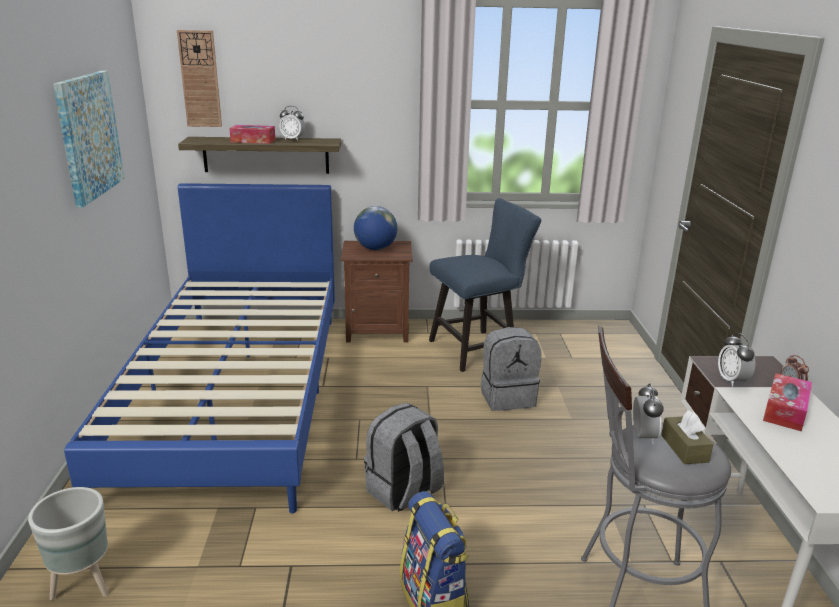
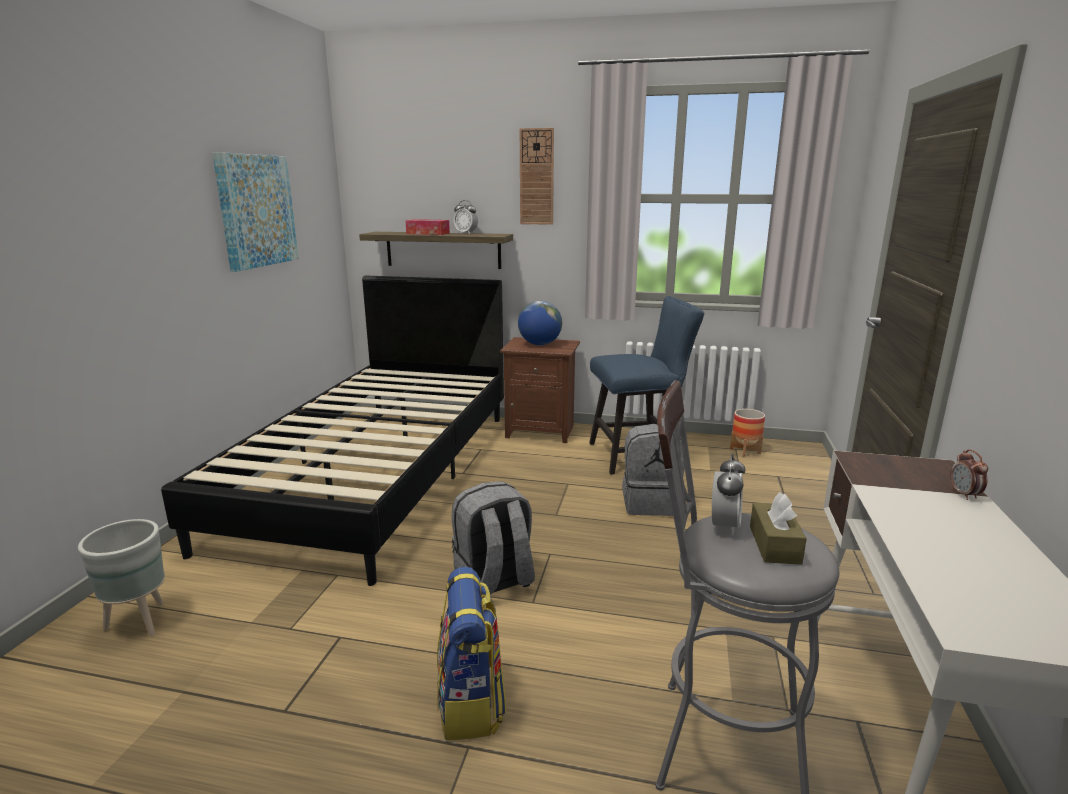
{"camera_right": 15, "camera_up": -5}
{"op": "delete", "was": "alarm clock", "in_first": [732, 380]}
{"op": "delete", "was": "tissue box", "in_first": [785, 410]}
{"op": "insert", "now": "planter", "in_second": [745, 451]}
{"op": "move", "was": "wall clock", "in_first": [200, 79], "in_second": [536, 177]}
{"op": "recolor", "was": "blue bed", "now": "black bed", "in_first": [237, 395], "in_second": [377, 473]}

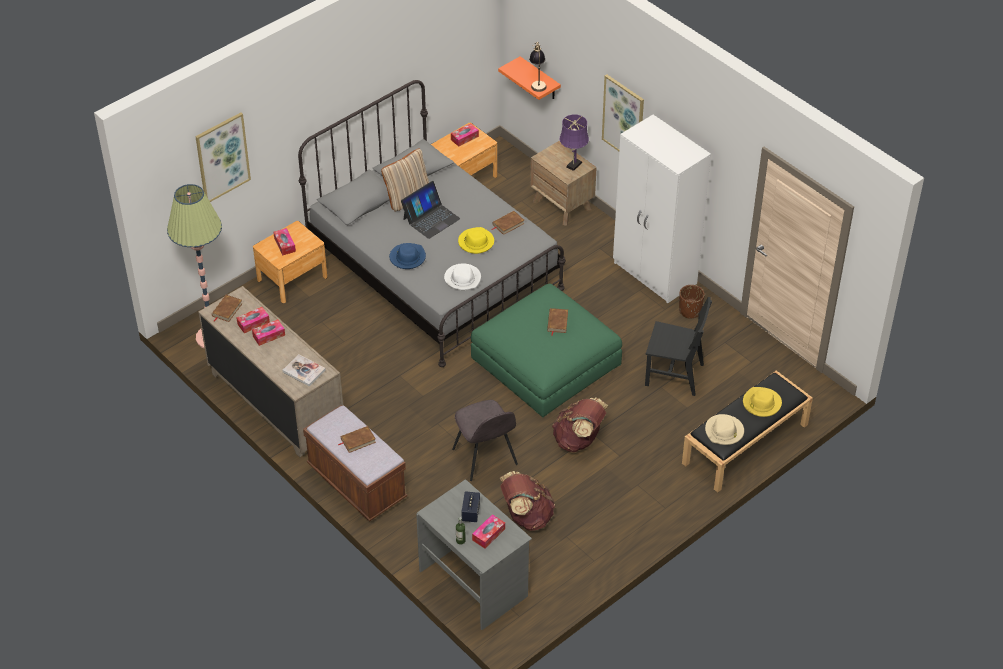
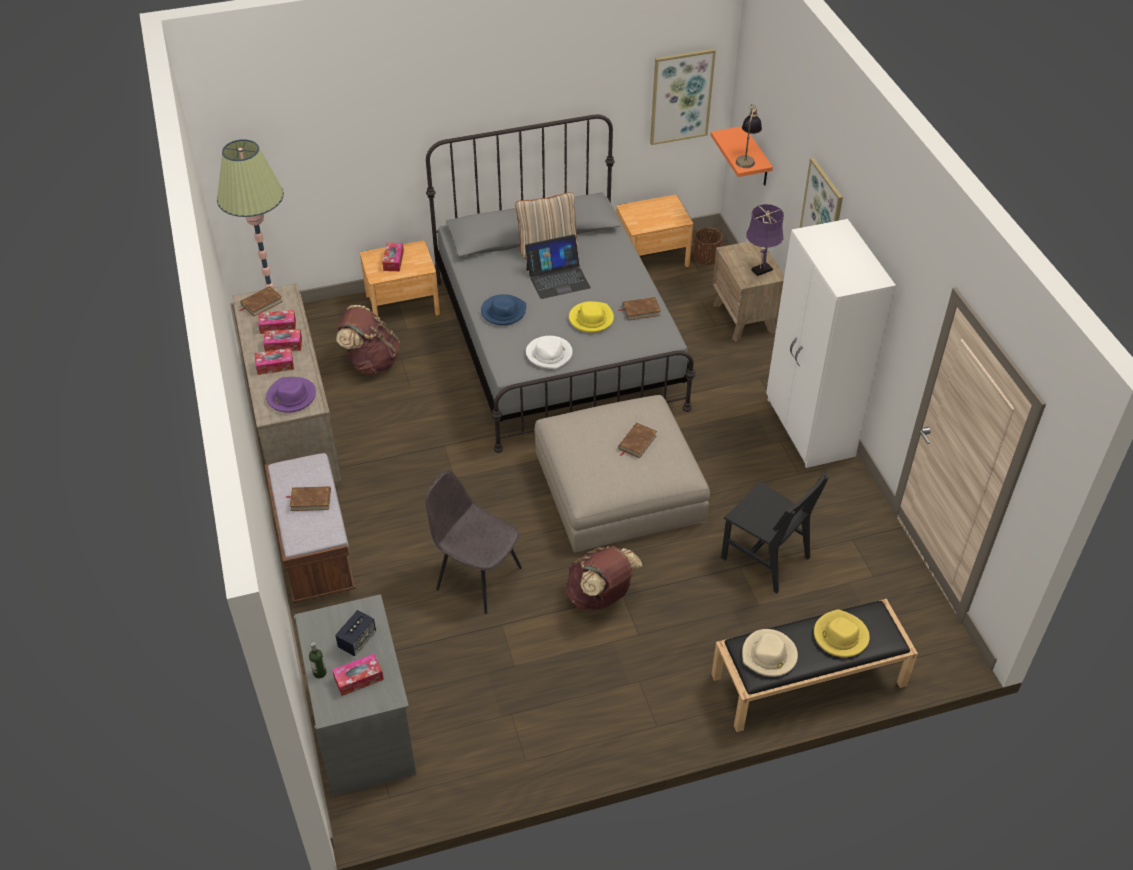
{"camera_right": 25, "camera_up": 0}
{"op": "move", "was": "picture", "in_first": [222, 157], "in_second": [681, 96]}
{"op": "move", "was": "tissue box", "in_first": [464, 138], "in_second": [275, 365]}
{"op": "move", "was": "brown backpack", "in_first": [526, 516], "in_second": [371, 361]}
{"op": "move", "was": "brown planter", "in_first": [690, 311], "in_second": [706, 258]}
{"op": "replace", "was": "book", "now": "purple hat", "in_first": [304, 371], "in_second": [291, 397]}
{"op": "recolor", "was": "green ottoman", "now": "beige ottoman", "in_first": [545, 361], "in_second": [619, 486]}
{"op": "rotate", "was": "grey chair", "in_first": [485, 458], "in_second": [477, 577], "clockwise": 120}

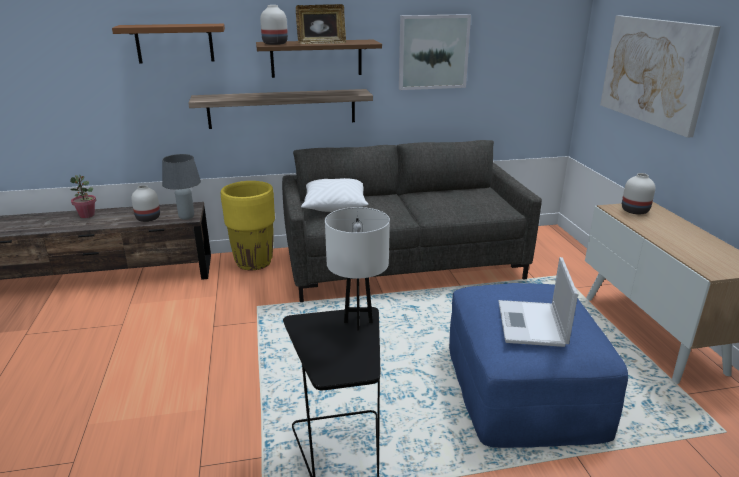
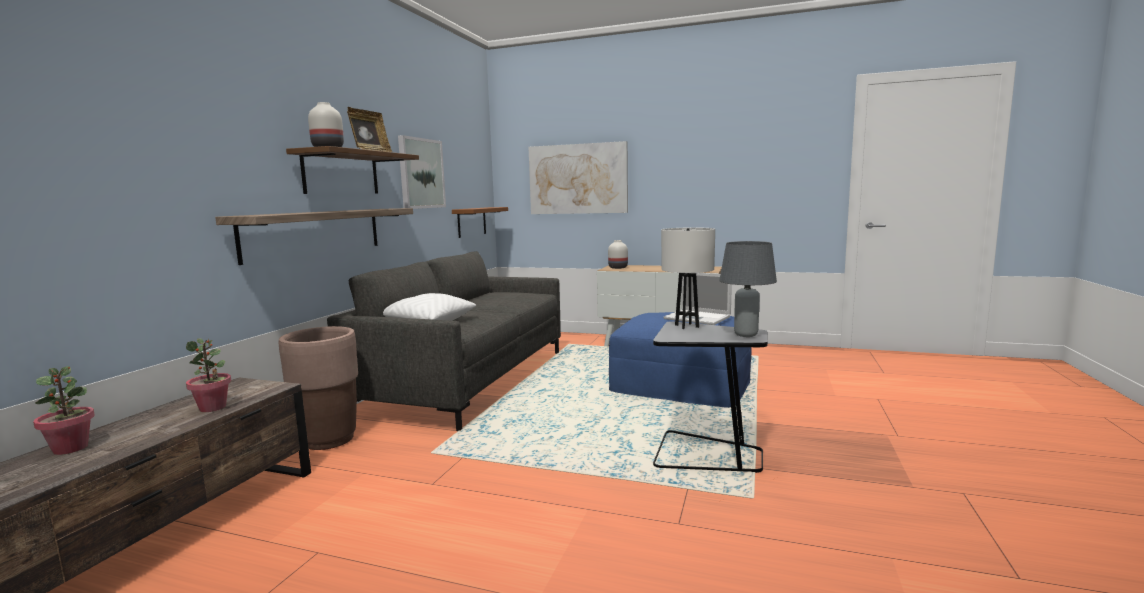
{"camera_right": -60, "camera_up": -15}
{"op": "move", "was": "brown shelf", "in_first": [174, 43], "in_second": [471, 222]}
{"op": "move", "was": "grey table lamp", "in_first": [186, 217], "in_second": [746, 335]}
{"op": "replace", "was": "white vase", "now": "potted plant", "in_first": [149, 218], "in_second": [213, 408]}
{"op": "recolor", "was": "yellow planter", "now": "brown planter", "in_first": [254, 262], "in_second": [328, 440]}

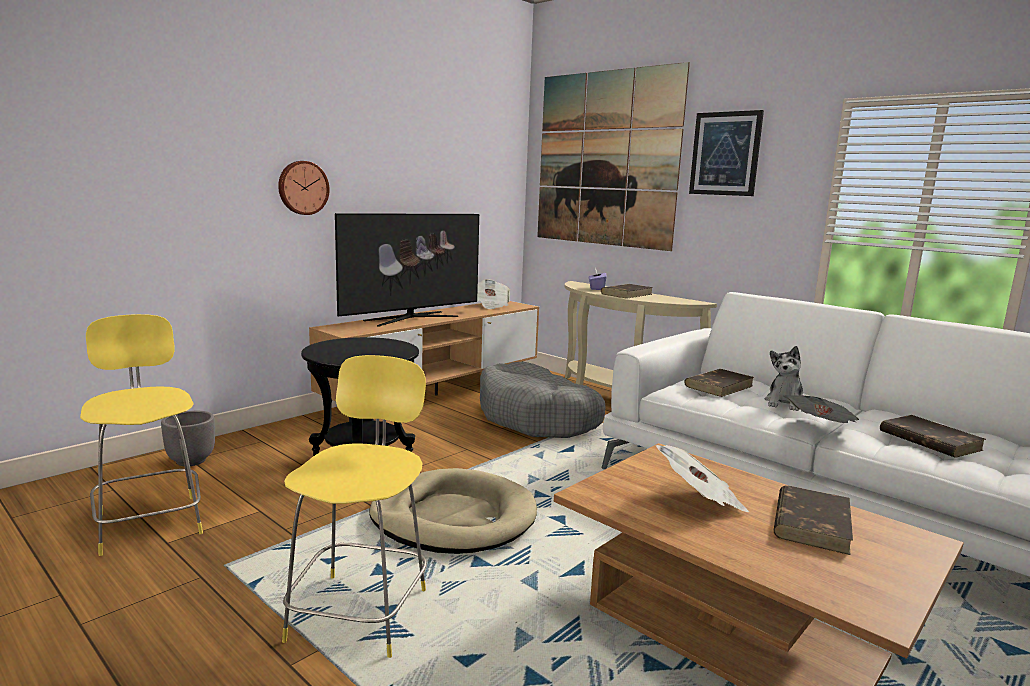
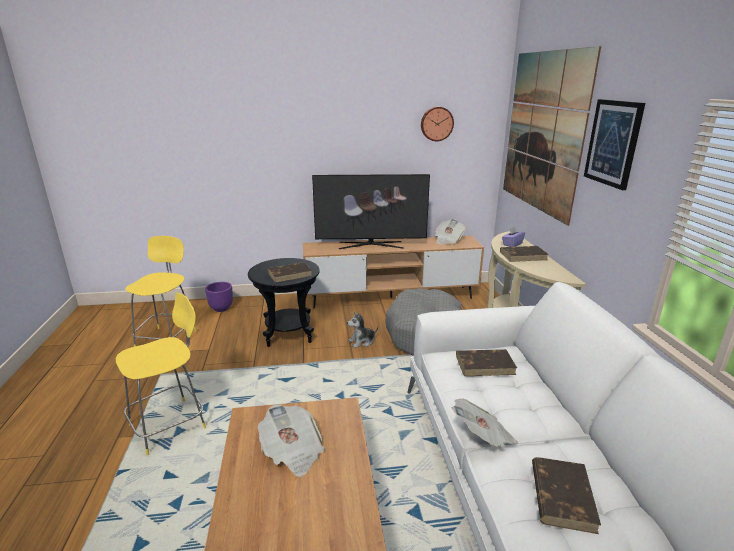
{"camera_right": 40, "camera_up": 10}
{"op": "delete", "was": "beige dog bed", "in_first": [454, 517]}
{"op": "move", "was": "wall clock", "in_first": [302, 188], "in_second": [436, 124]}
{"op": "move", "was": "plush toy", "in_first": [784, 403], "in_second": [362, 342]}
{"op": "move", "was": "brown book", "in_first": [811, 523], "in_second": [290, 274]}
{"op": "recolor", "was": "grey planter", "now": "purple planter", "in_first": [191, 461], "in_second": [221, 308]}

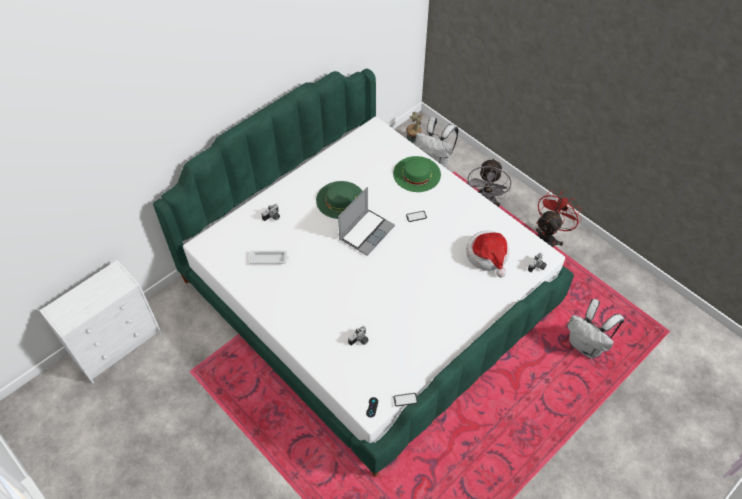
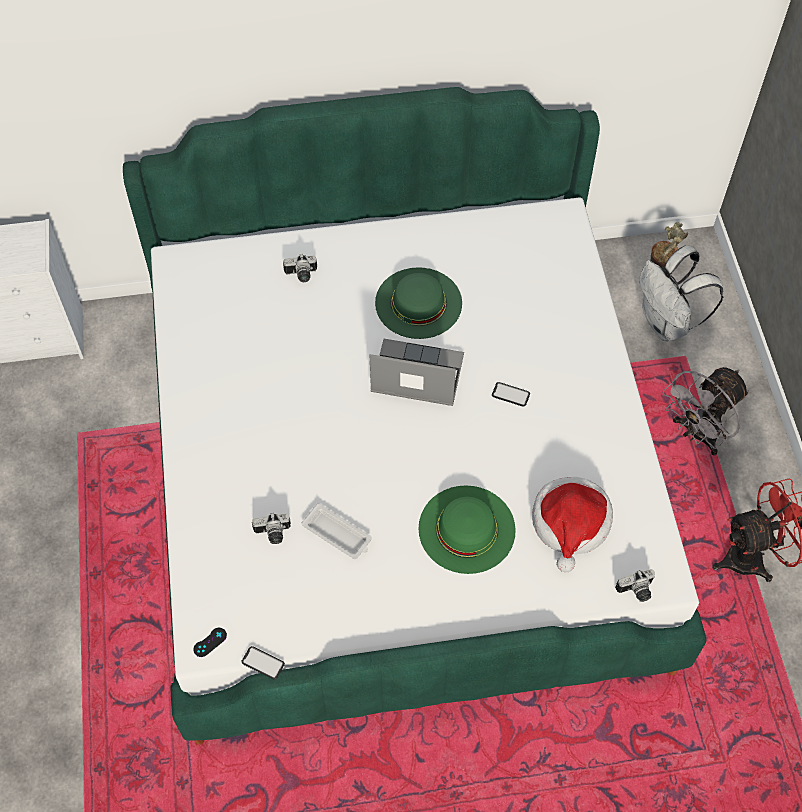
{"camera_right": 35, "camera_up": 5}
{"op": "delete", "was": "white backpack", "in_first": [586, 345]}
{"op": "move", "was": "white tray", "in_first": [269, 259], "in_second": [338, 534]}
{"op": "move", "was": "green hat", "in_first": [416, 174], "in_second": [466, 529]}
{"op": "rotate", "was": "laptop", "in_first": [366, 232], "in_second": [416, 375], "clockwise": -150}

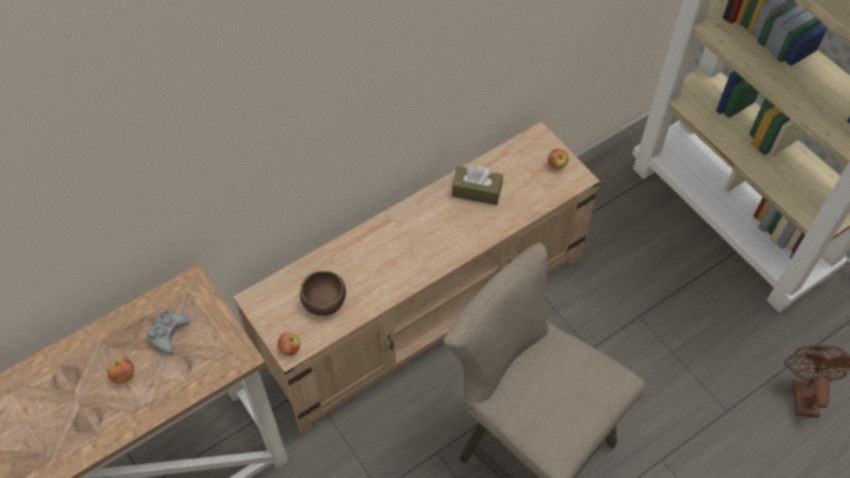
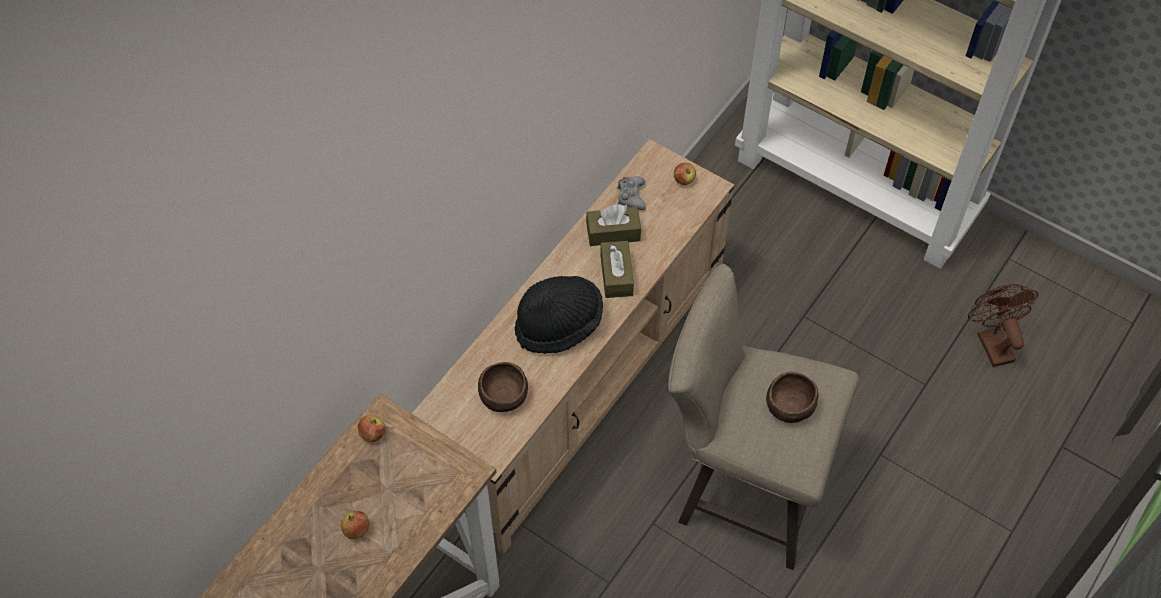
{"camera_right": -20, "camera_up": 0}
{"op": "insert", "now": "black hat", "in_second": [559, 325]}
{"op": "insert", "now": "brown tissue box", "in_second": [616, 275]}
{"op": "insert", "now": "brown bowl", "in_second": [789, 406]}
{"op": "move", "was": "grey game controller", "in_first": [168, 334], "in_second": [631, 196]}
{"op": "move", "was": "apple", "in_first": [290, 348], "in_second": [372, 434]}

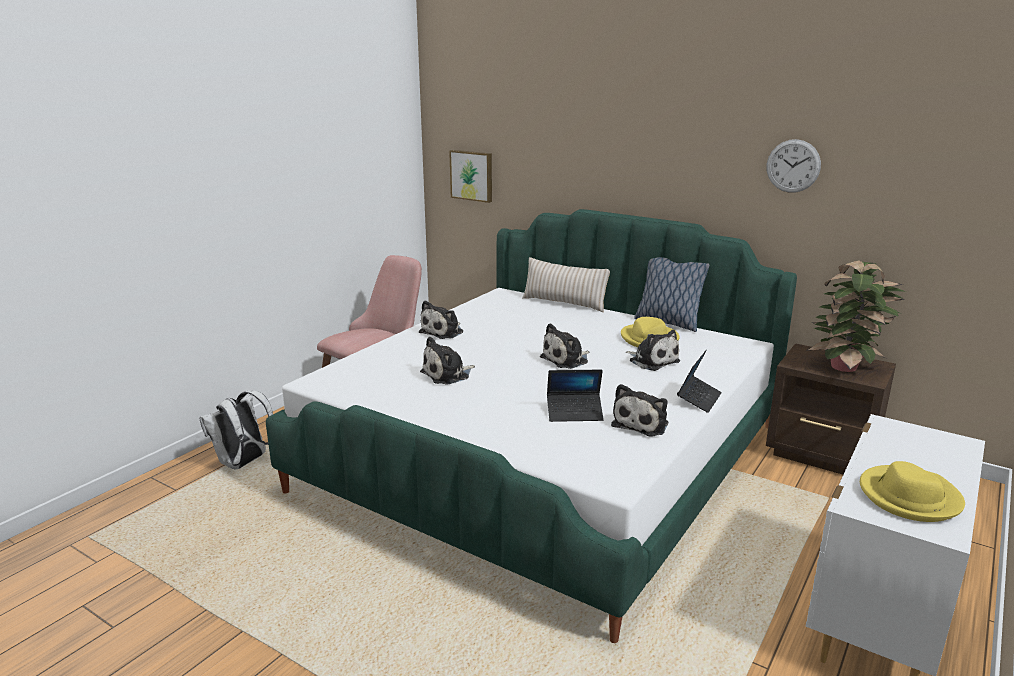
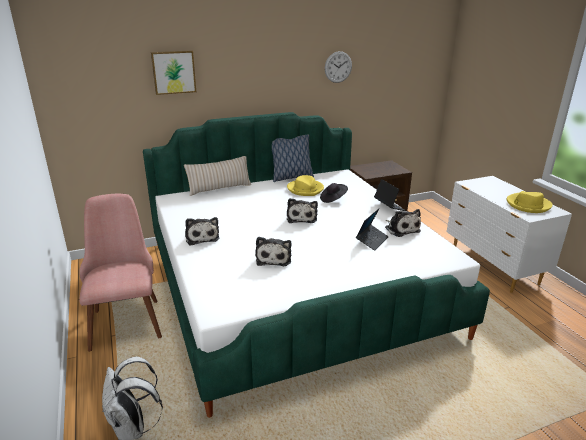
{"camera_right": -55, "camera_up": 5}
{"op": "delete", "was": "potted plant", "in_first": [846, 367]}
{"op": "move", "was": "picture", "in_first": [472, 175], "in_second": [173, 72]}
{"op": "replace", "was": "plush toy", "now": "black hat", "in_first": [652, 361], "in_second": [333, 199]}

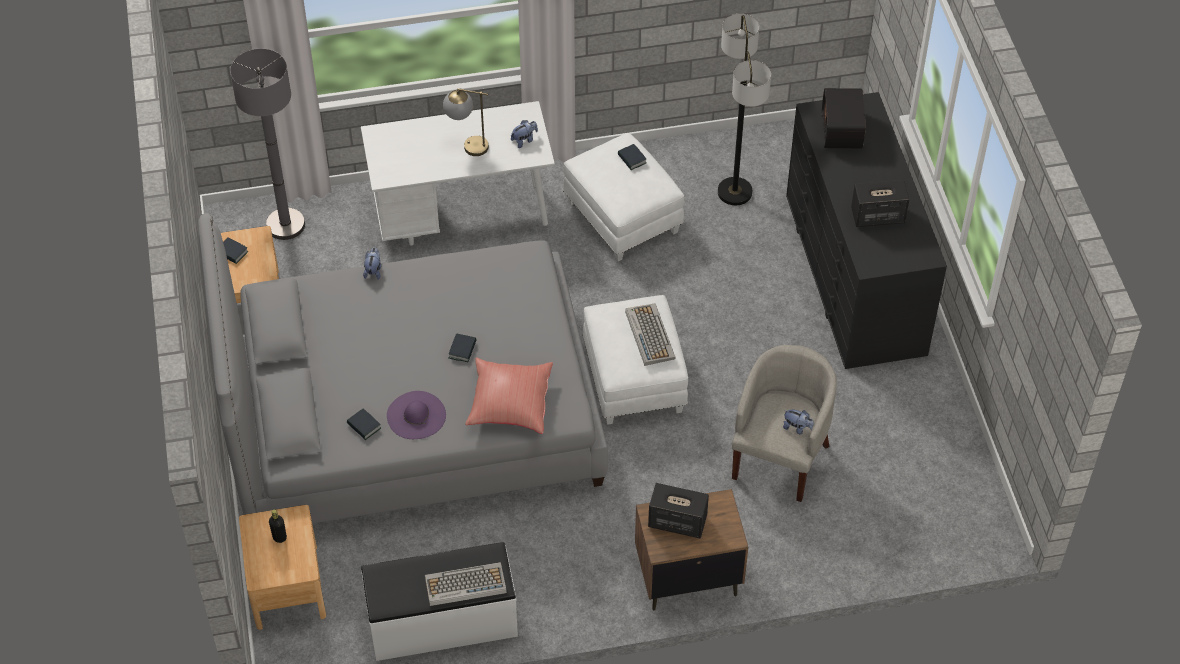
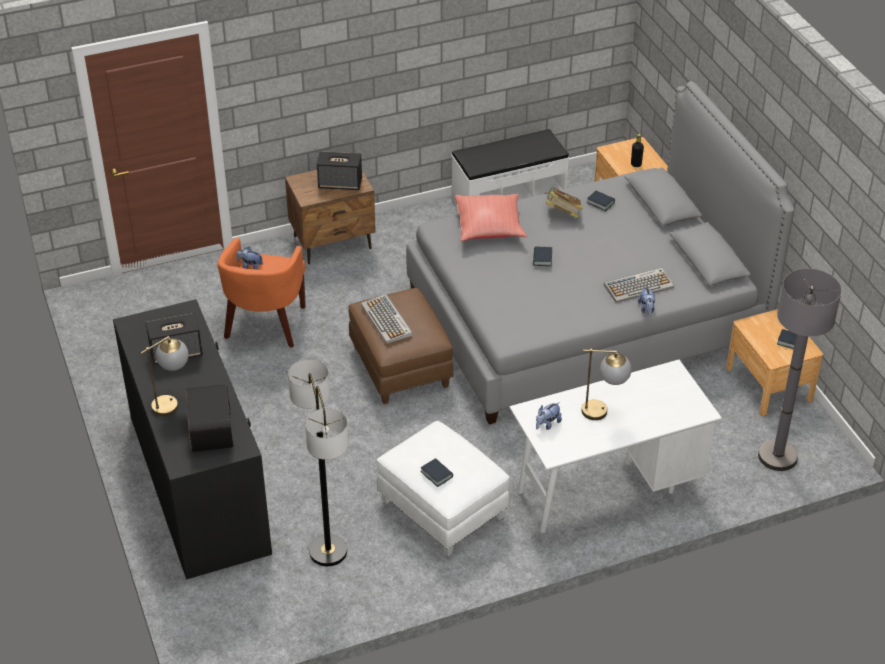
{"camera_right": 170, "camera_up": -10}
{"op": "insert", "now": "table lamp", "in_second": [172, 402]}
{"op": "move", "was": "keyboard", "in_first": [464, 585], "in_second": [639, 286]}
{"op": "replace", "was": "purple hat", "now": "book", "in_first": [416, 415], "in_second": [562, 214]}
{"op": "recolor", "was": "white ottoman", "now": "brown ottoman", "in_first": [633, 378], "in_second": [401, 367]}
{"op": "recolor", "was": "beige armchair", "now": "orange armchair", "in_first": [780, 457], "in_second": [265, 325]}

